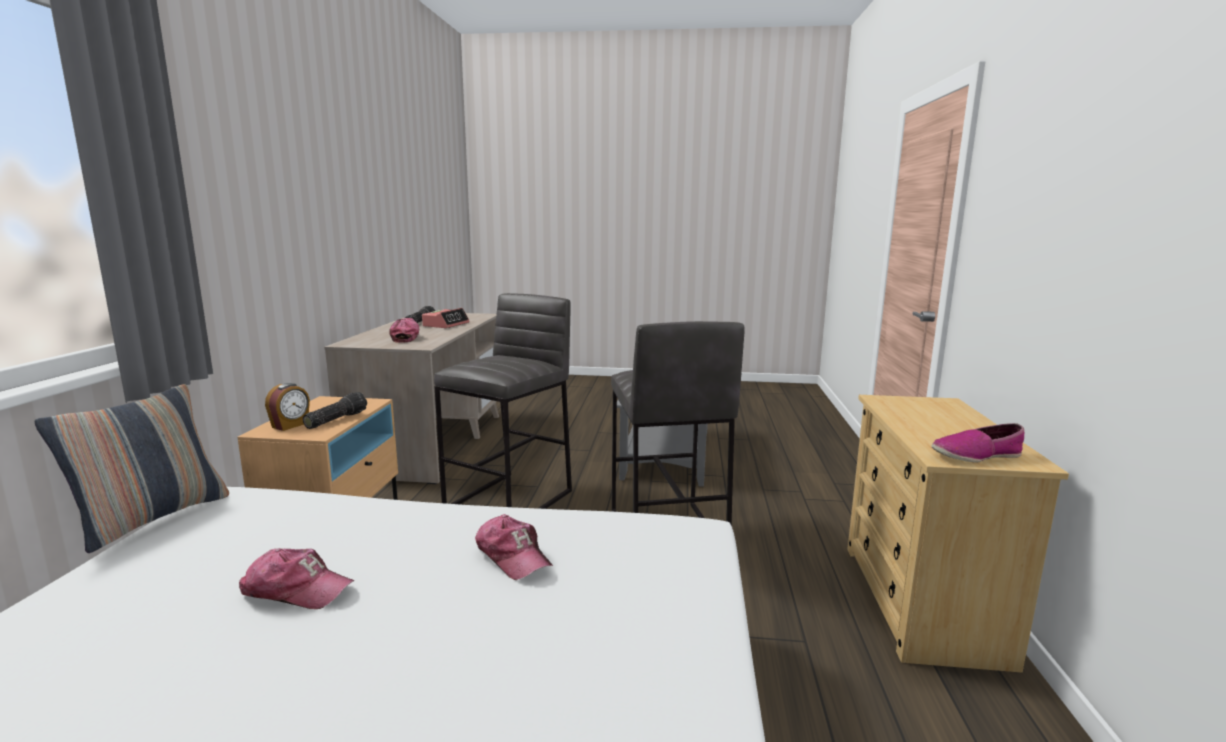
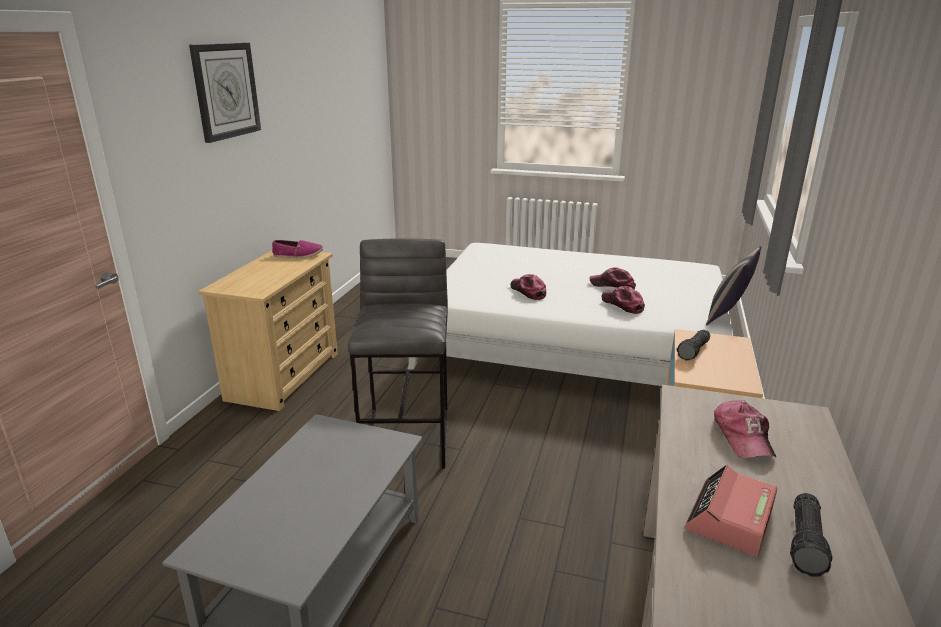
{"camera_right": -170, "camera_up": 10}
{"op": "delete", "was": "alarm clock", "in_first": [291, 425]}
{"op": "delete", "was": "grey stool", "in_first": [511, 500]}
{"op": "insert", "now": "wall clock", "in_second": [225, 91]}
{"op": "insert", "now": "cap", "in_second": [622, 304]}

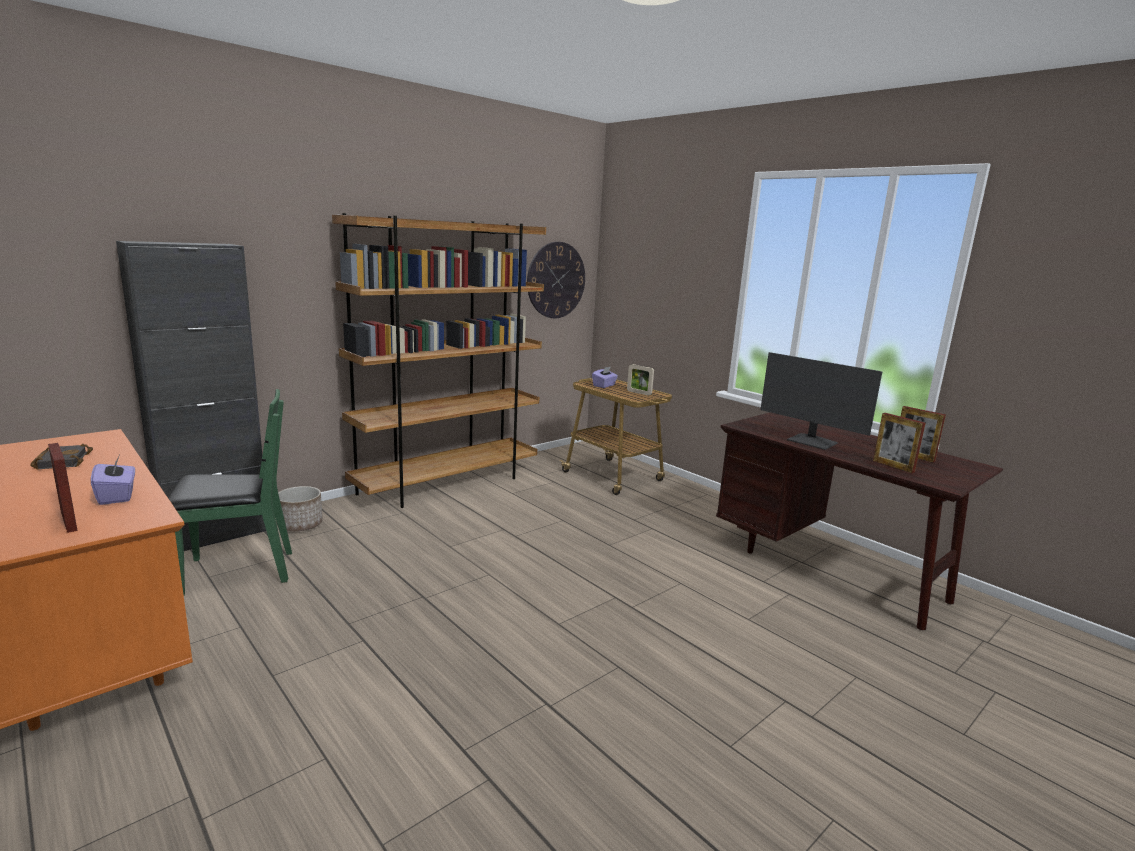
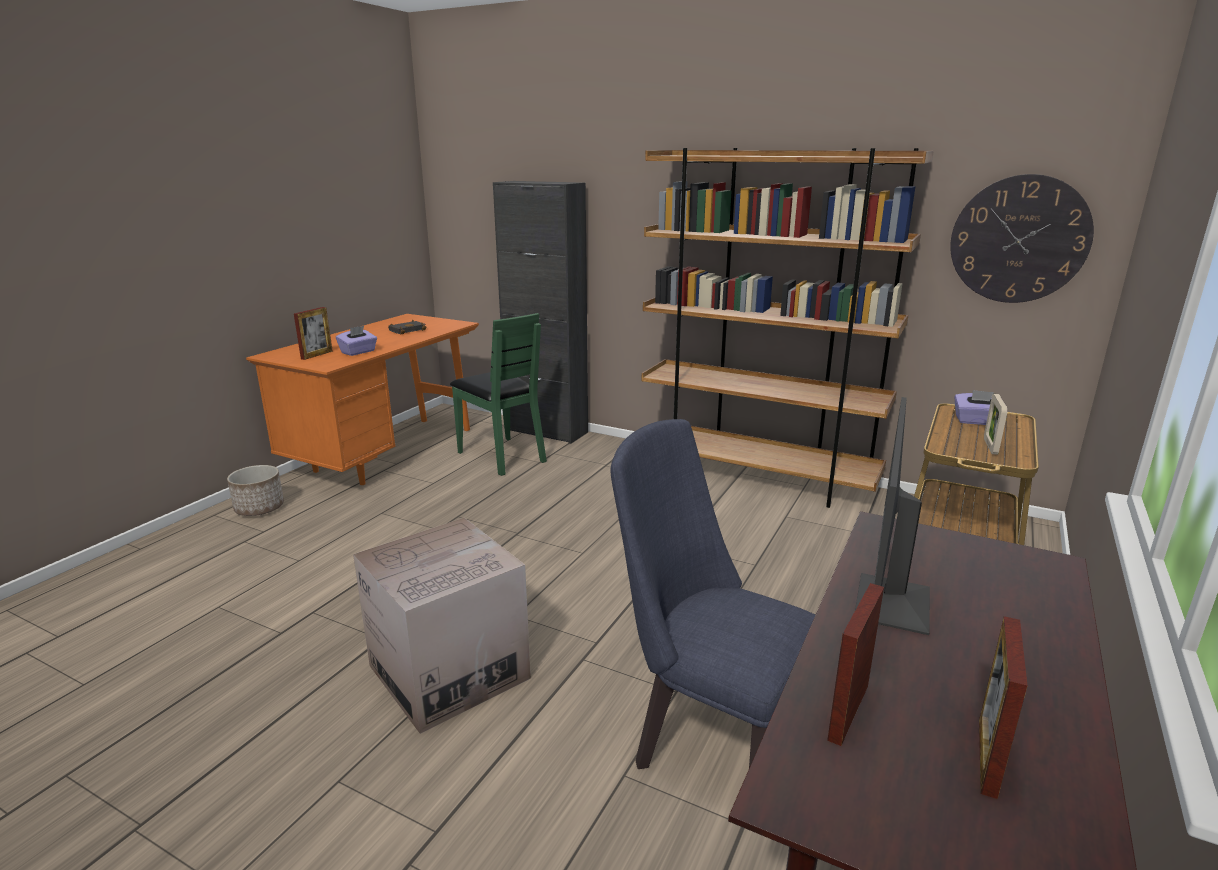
{"camera_right": 70, "camera_up": 5}
{"op": "insert", "now": "cardboard box", "in_second": [449, 672]}
{"op": "insert", "now": "blue chair", "in_second": [707, 742]}
{"op": "move", "was": "planter", "in_first": [300, 525], "in_second": [260, 508]}

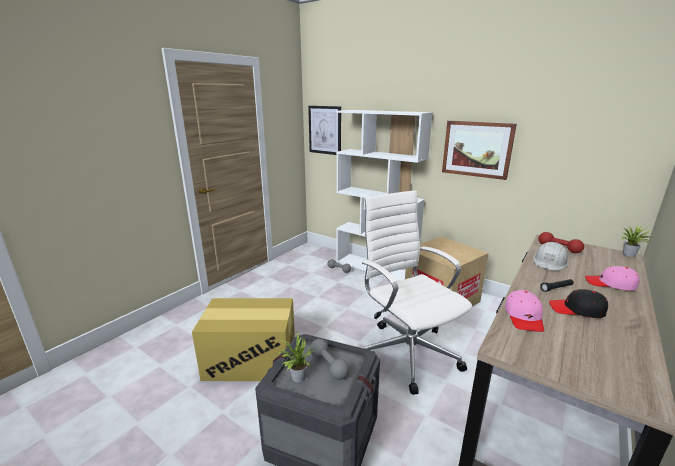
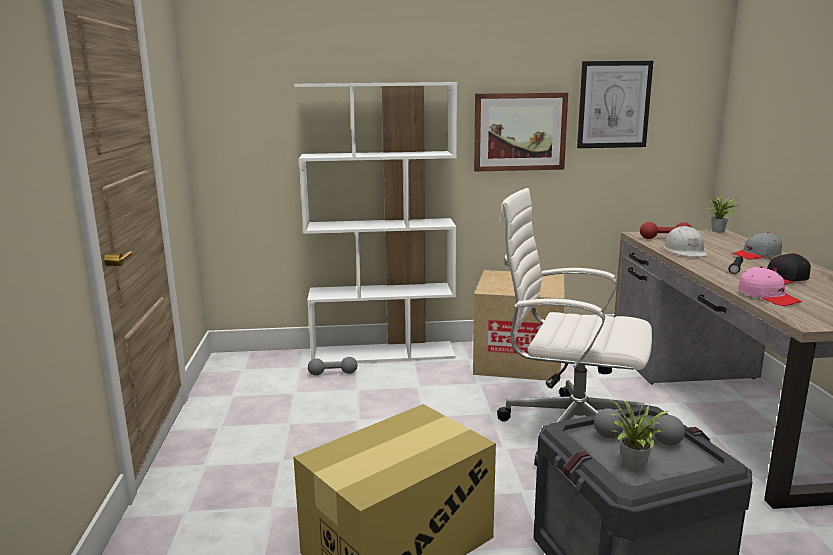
{"camera_right": -40, "camera_up": -5}
{"op": "move", "was": "picture", "in_first": [325, 130], "in_second": [614, 104]}
{"op": "recolor", "was": "pink cap", "now": "grey cap", "in_first": [610, 284], "in_second": [756, 255]}

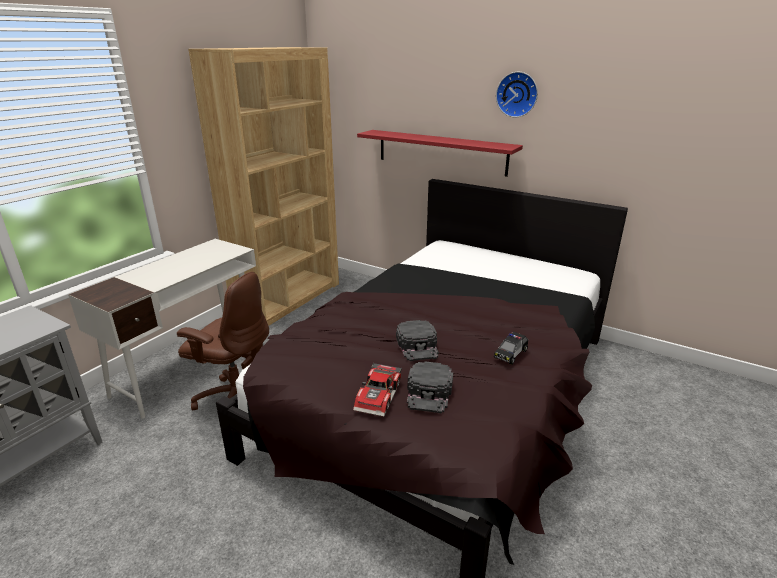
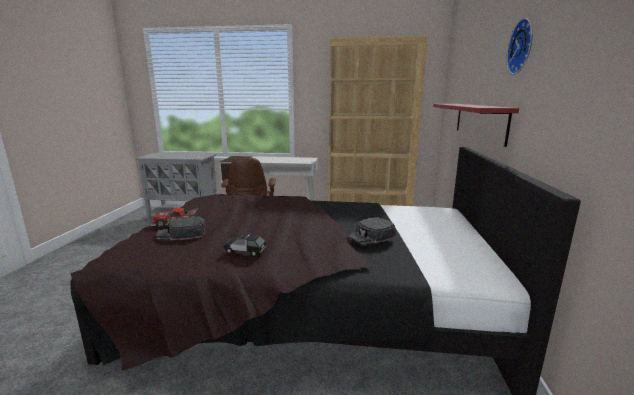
{"camera_right": 65, "camera_up": -10}
{"op": "move", "was": "black cap", "in_first": [418, 345], "in_second": [371, 236]}

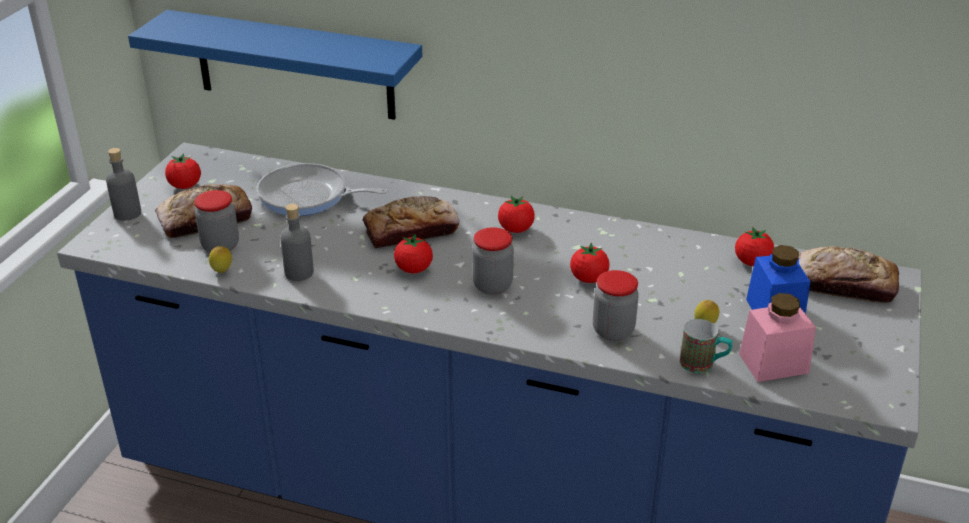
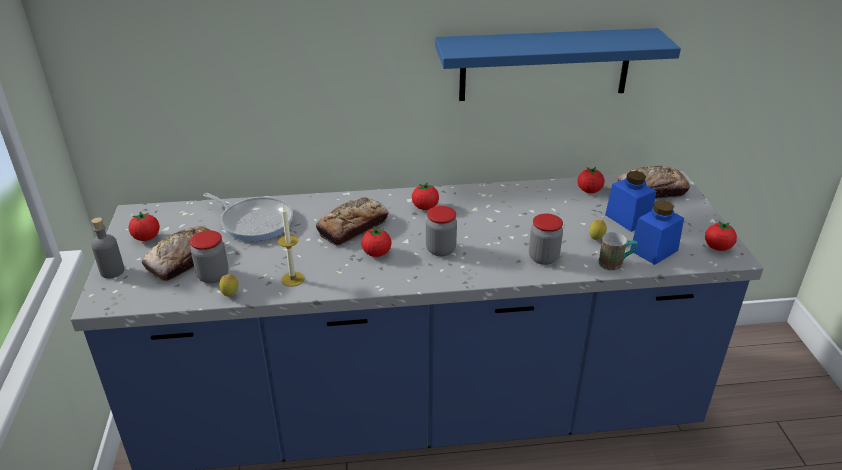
{"camera_right": -25, "camera_up": 0}
{"op": "move", "was": "blue shelf", "in_first": [294, 65], "in_second": [545, 65]}
{"op": "move", "was": "tomato", "in_first": [588, 279], "in_second": [717, 247]}
{"op": "replace", "was": "grey bottle", "now": "candle", "in_first": [299, 272], "in_second": [292, 279]}
{"op": "recolor", "was": "pink jar", "now": "blue jar", "in_first": [773, 363], "in_second": [654, 250]}
{"op": "rotate", "was": "frying pan", "in_first": [307, 196], "in_second": [254, 222], "clockwise": -135}

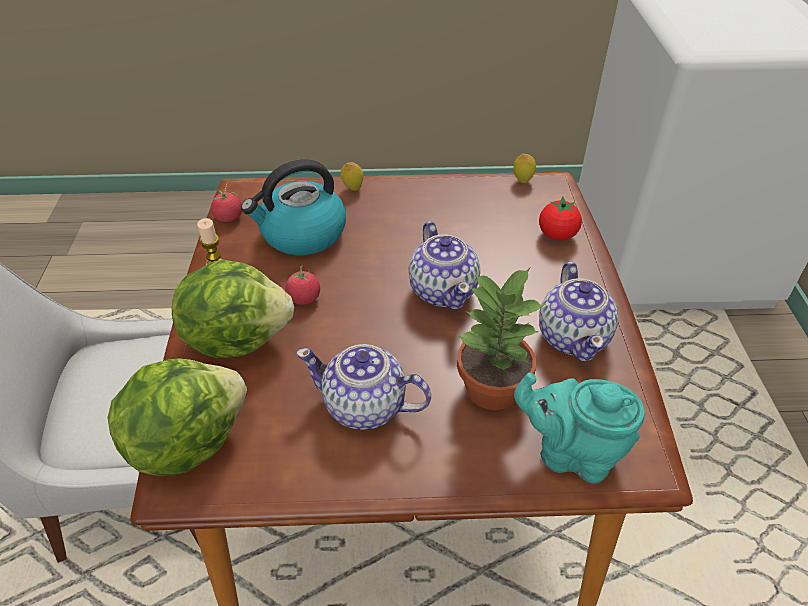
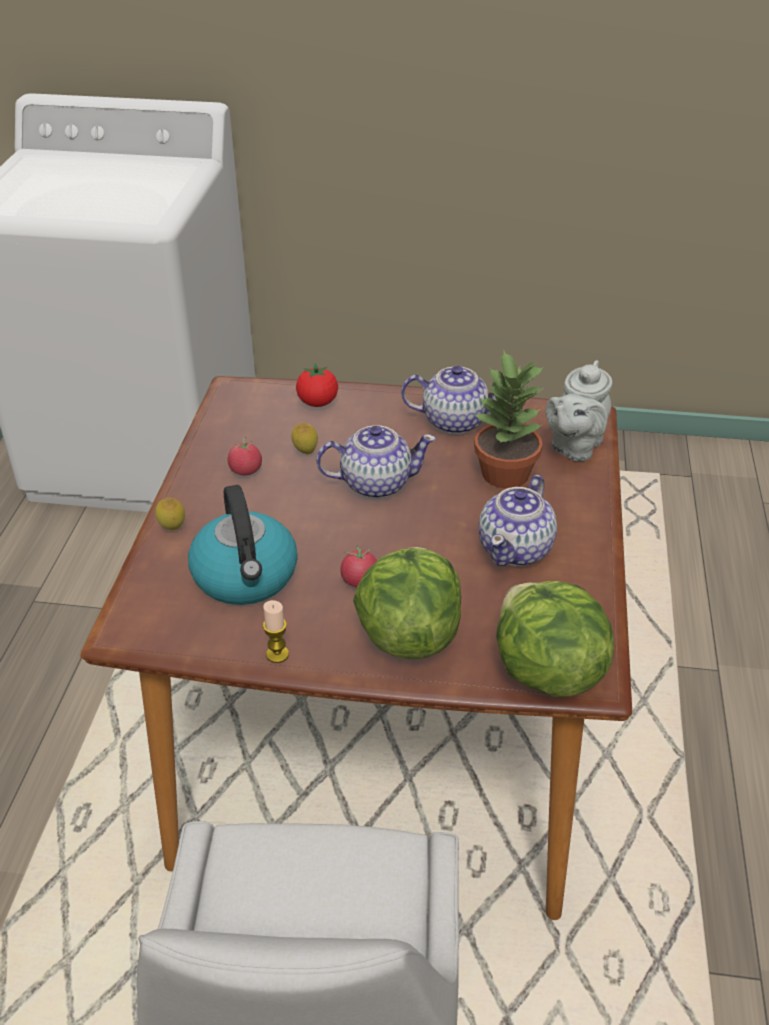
{"camera_right": -80, "camera_up": -5}
{"op": "move", "was": "tomato", "in_first": [229, 217], "in_second": [246, 470]}
{"op": "move", "was": "lemon", "in_first": [522, 180], "in_second": [305, 452]}
{"op": "recolor", "was": "turquoise teapot", "now": "grey teapot", "in_first": [571, 453], "in_second": [574, 447]}

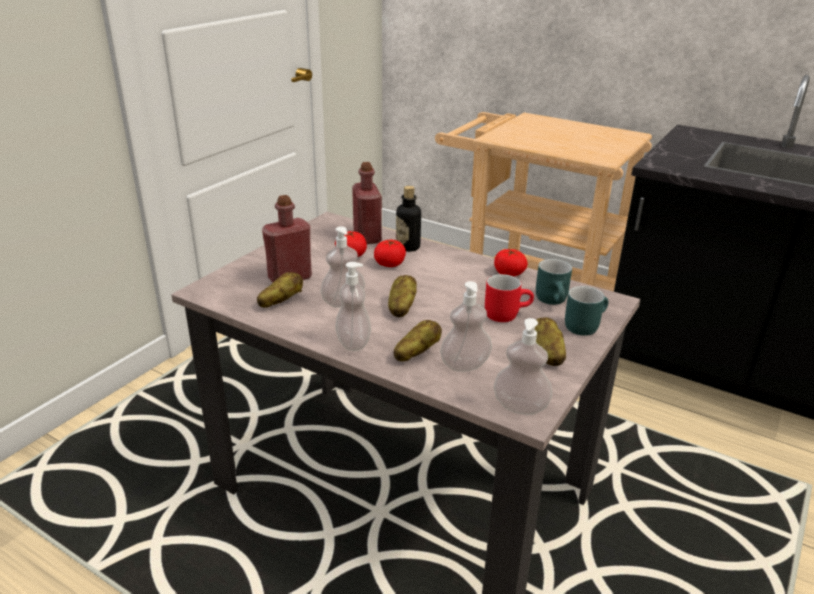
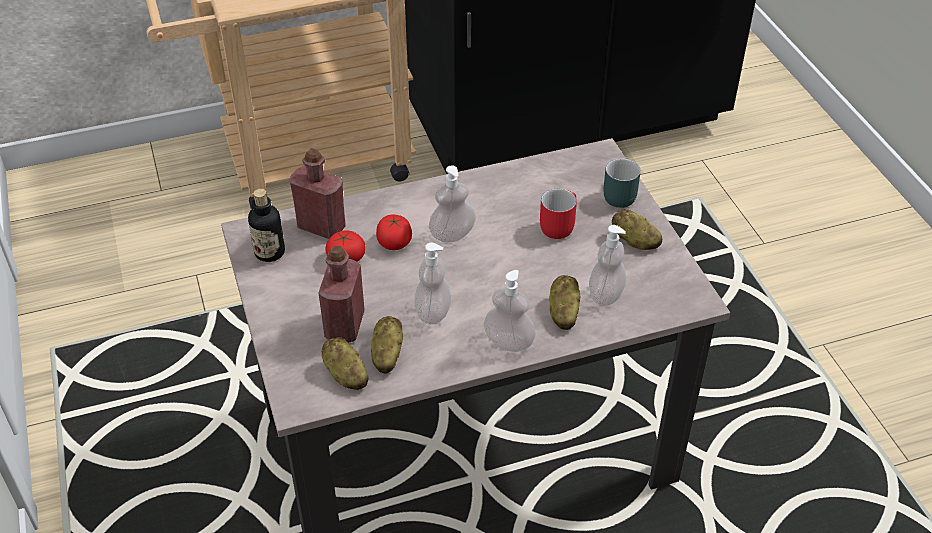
{"camera_right": -50, "camera_up": 15}
{"op": "delete", "was": "tomato", "in_first": [509, 273]}
{"op": "delete", "was": "turquoise mug", "in_first": [554, 300]}
{"op": "move", "was": "potato", "in_first": [401, 308], "in_second": [345, 375]}
{"op": "move", "was": "bottle", "in_first": [408, 247], "in_second": [269, 252]}
{"op": "move", "was": "soap dispenser", "in_first": [520, 406], "in_second": [452, 234]}

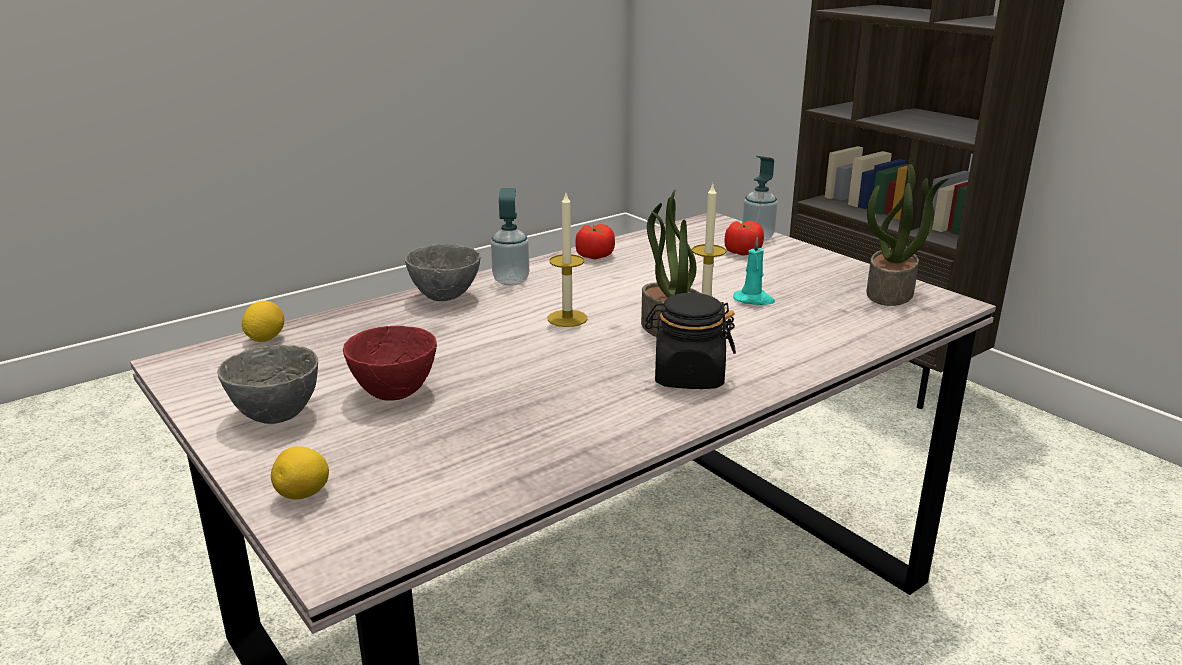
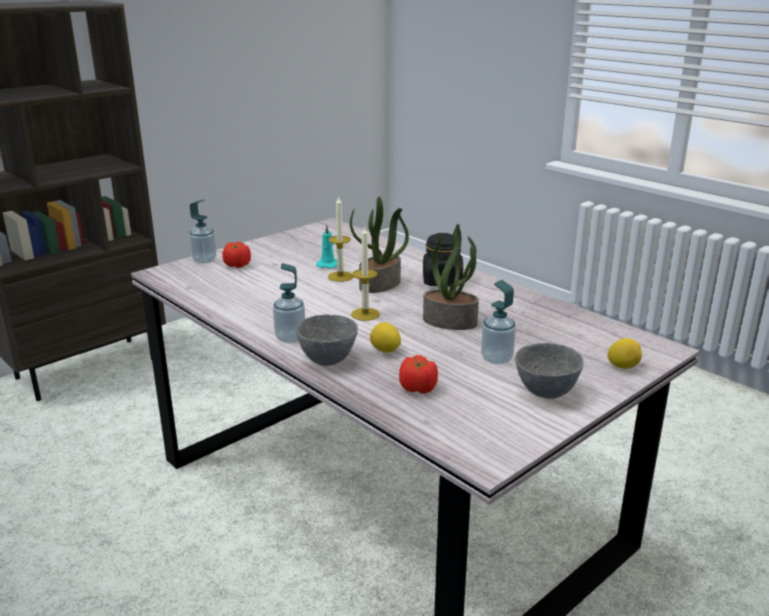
{"camera_right": -95, "camera_up": 0}
{"op": "move", "was": "lemon", "in_first": [265, 339], "in_second": [385, 350]}
{"op": "move", "was": "tomato", "in_first": [594, 256], "in_second": [418, 388]}
{"op": "move", "was": "potted plant", "in_first": [891, 293], "in_second": [451, 321]}
{"op": "replace", "was": "red bowl", "now": "soap dispenser", "in_first": [392, 392], "in_second": [496, 359]}

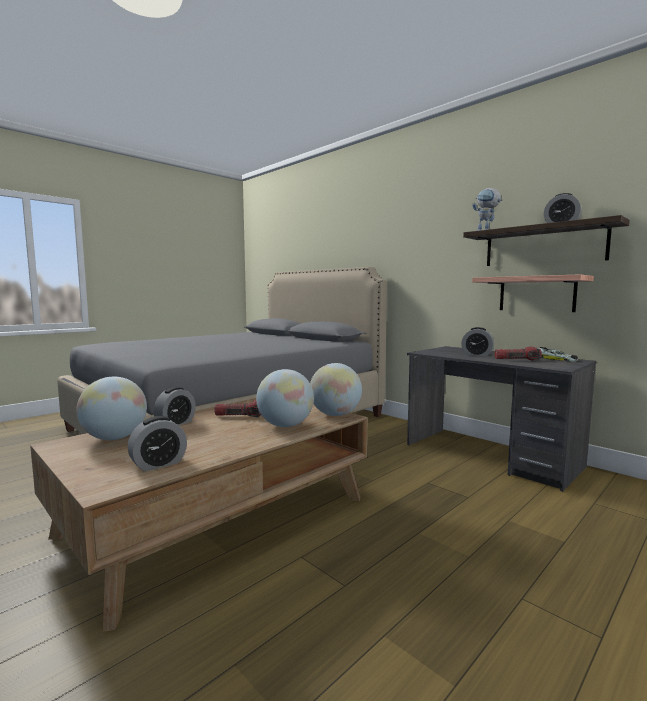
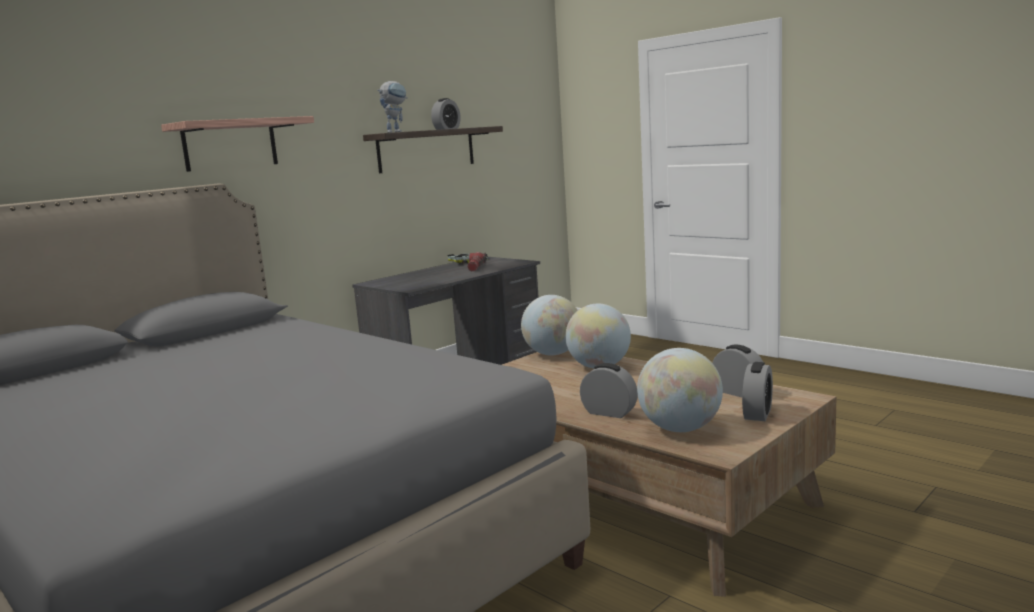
{"camera_right": -90, "camera_up": 5}
{"op": "delete", "was": "flashlight", "in_first": [240, 416]}
{"op": "move", "was": "alarm clock", "in_first": [477, 354], "in_second": [757, 414]}
{"op": "move", "was": "shelf", "in_first": [536, 294], "in_second": [230, 144]}

